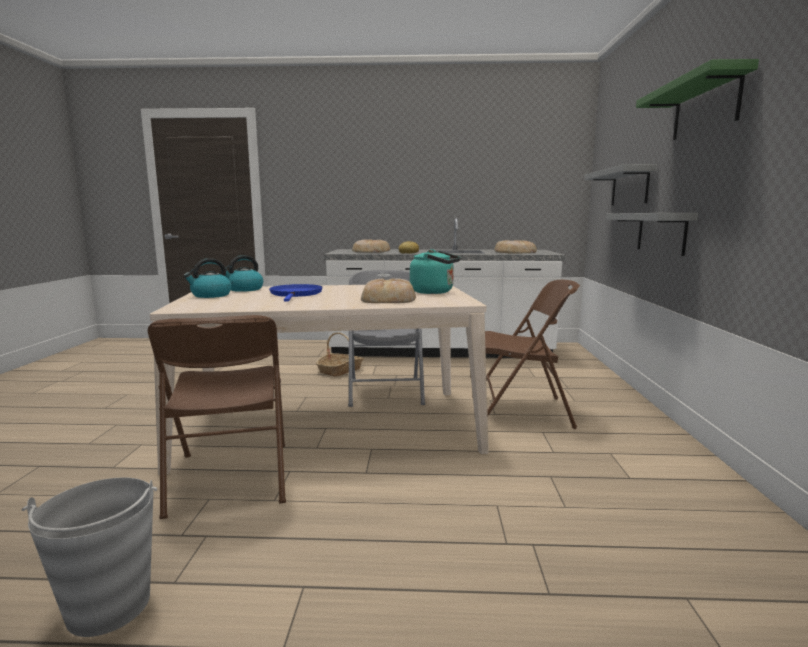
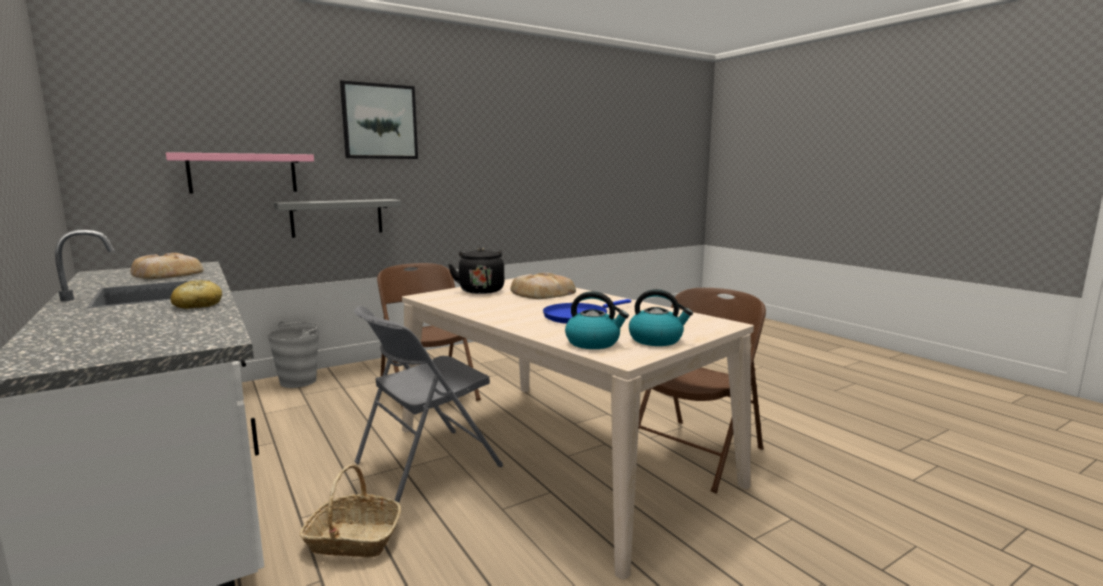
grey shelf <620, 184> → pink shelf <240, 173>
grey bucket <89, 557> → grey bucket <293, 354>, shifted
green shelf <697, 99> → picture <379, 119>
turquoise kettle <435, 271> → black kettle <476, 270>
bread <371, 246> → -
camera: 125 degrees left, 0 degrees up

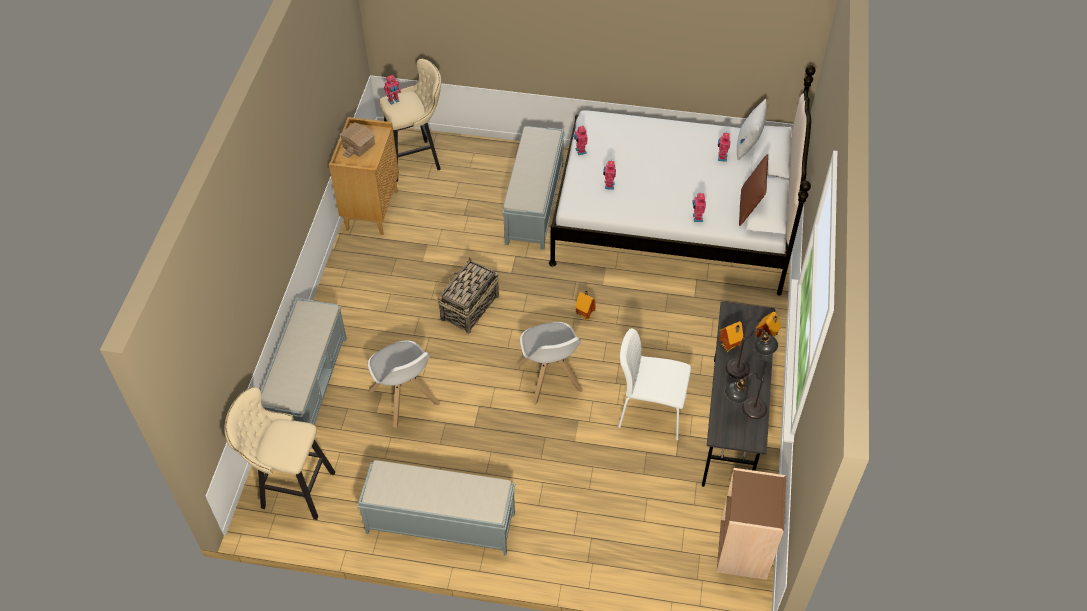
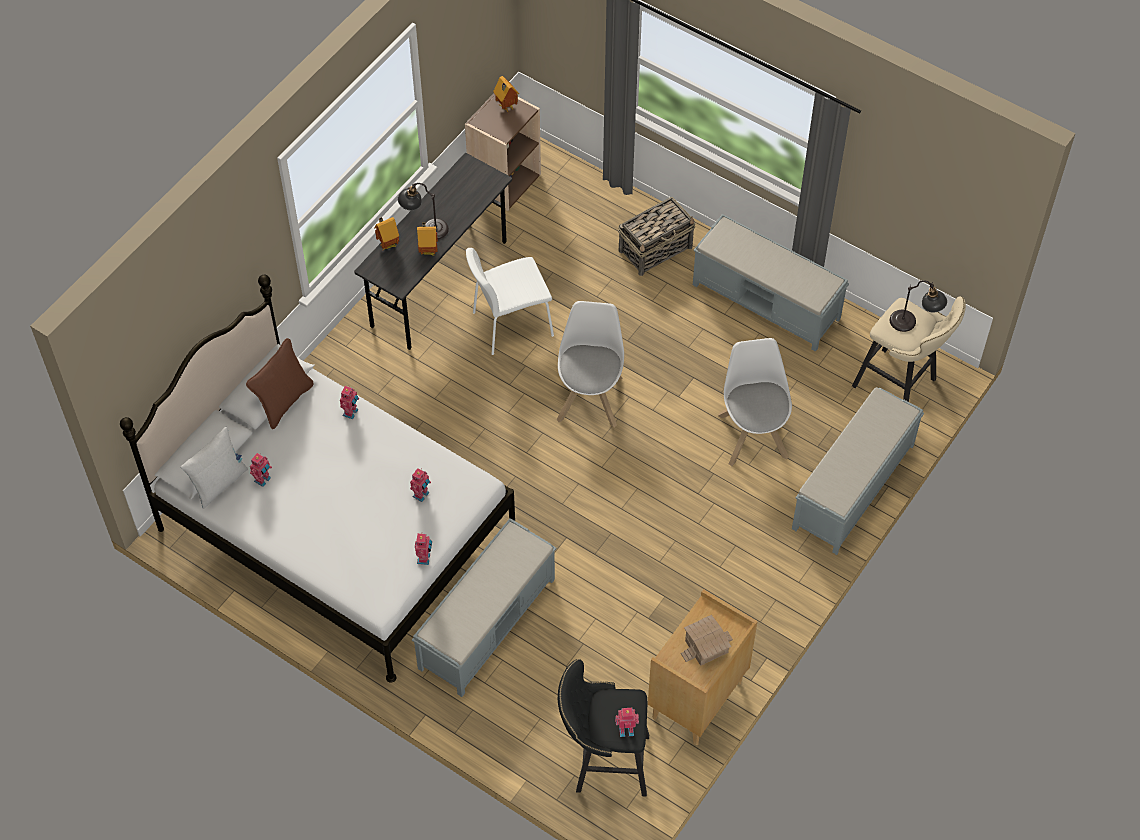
white chair <654, 384> → white chair <510, 301>, 120 degrees clockwise
toy house <586, 305> → toy house <506, 94>, shifted
beige stool <410, 120> → black stool <603, 727>
basket <468, 296> → basket <657, 236>, shifted
grey table lamp <746, 396> → grey table lamp <918, 306>, shifted
camera: 155 degrees left, 5 degrees up

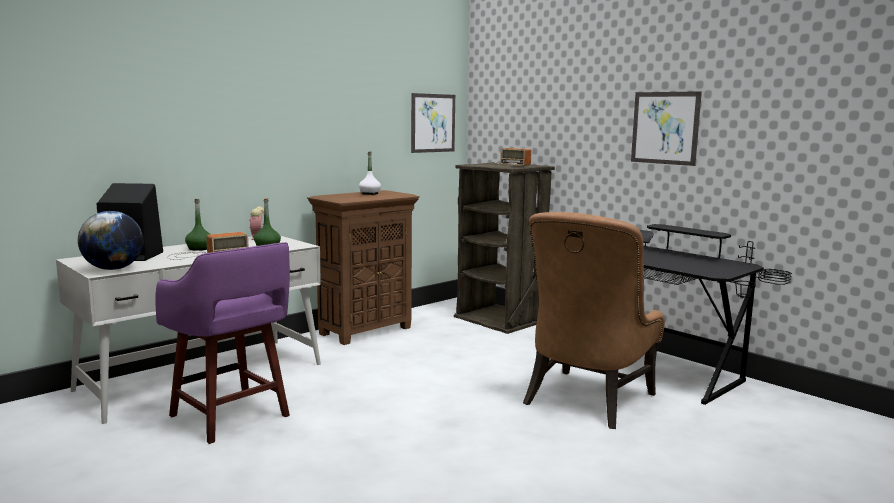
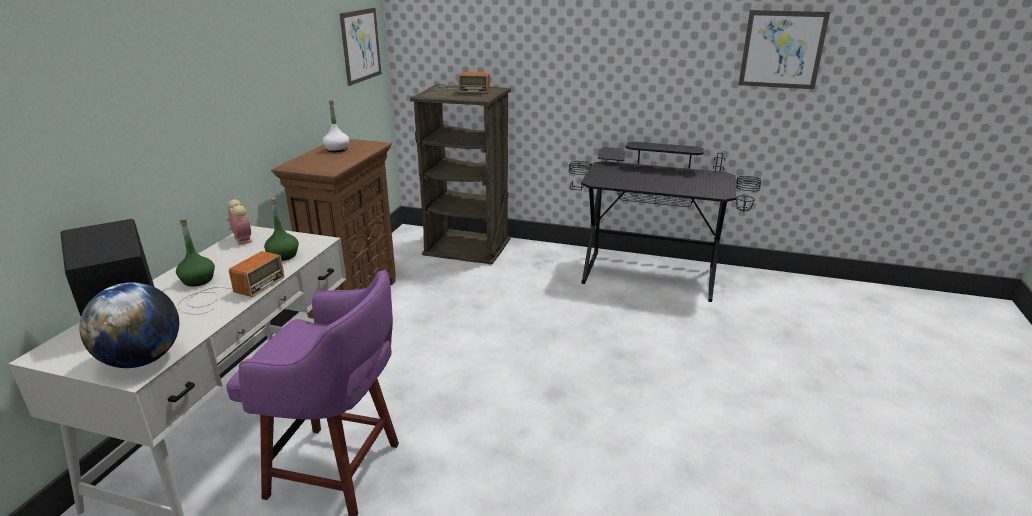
picture <666, 128> → picture <784, 49>, shifted
brown chair <594, 320> → -
camera: 30 degrees left, 15 degrees up

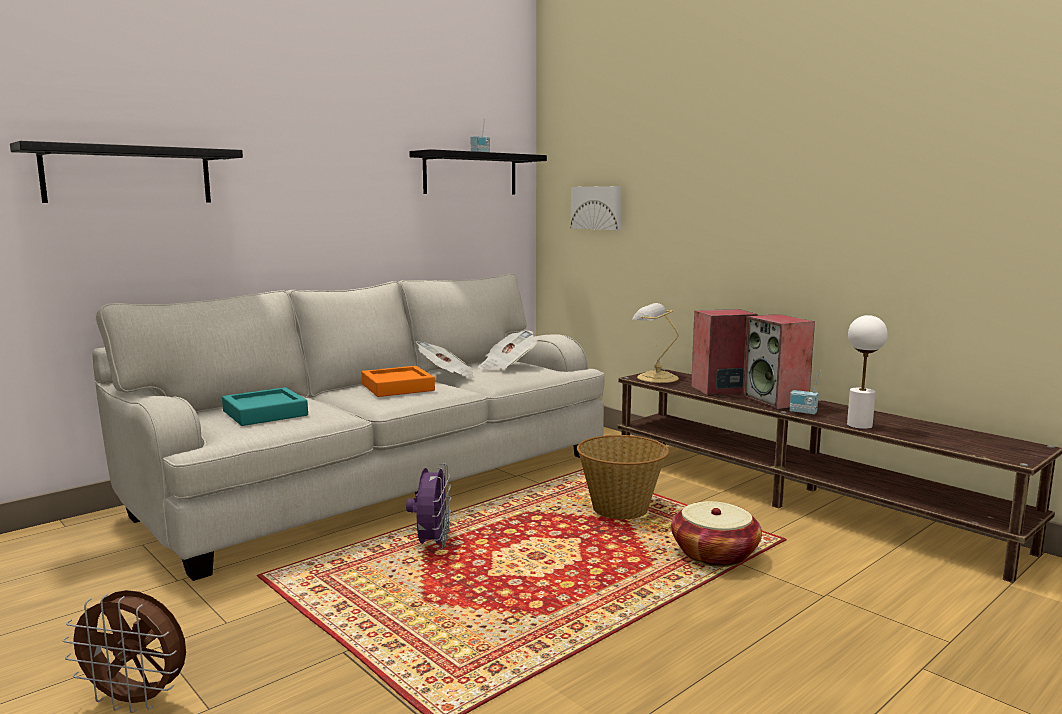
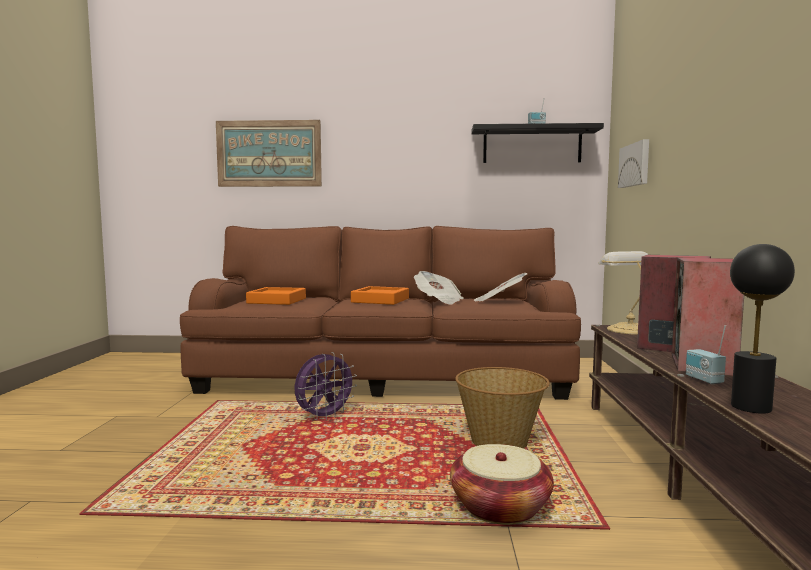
white sofa <348, 427> → brown sofa <380, 313>
black shelf <126, 172> → picture <269, 153>
turquoise tray <265, 406> → orange tray <276, 296>
white table lamp <867, 372> → black table lamp <762, 329>
brown fan <124, 651> → -
camera: 45 degrees right, 5 degrees down

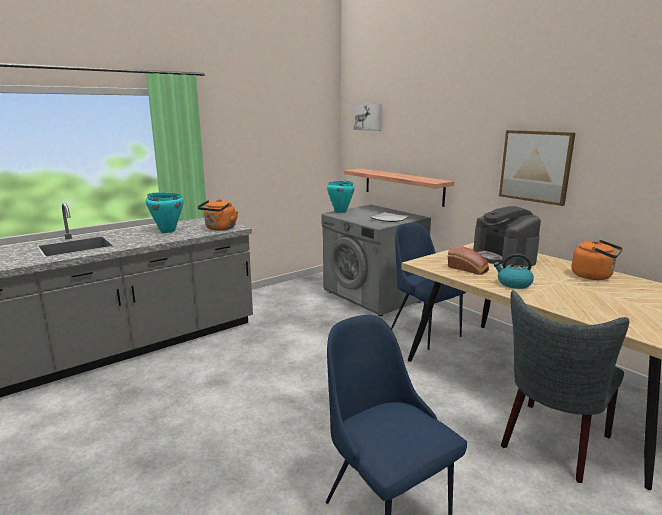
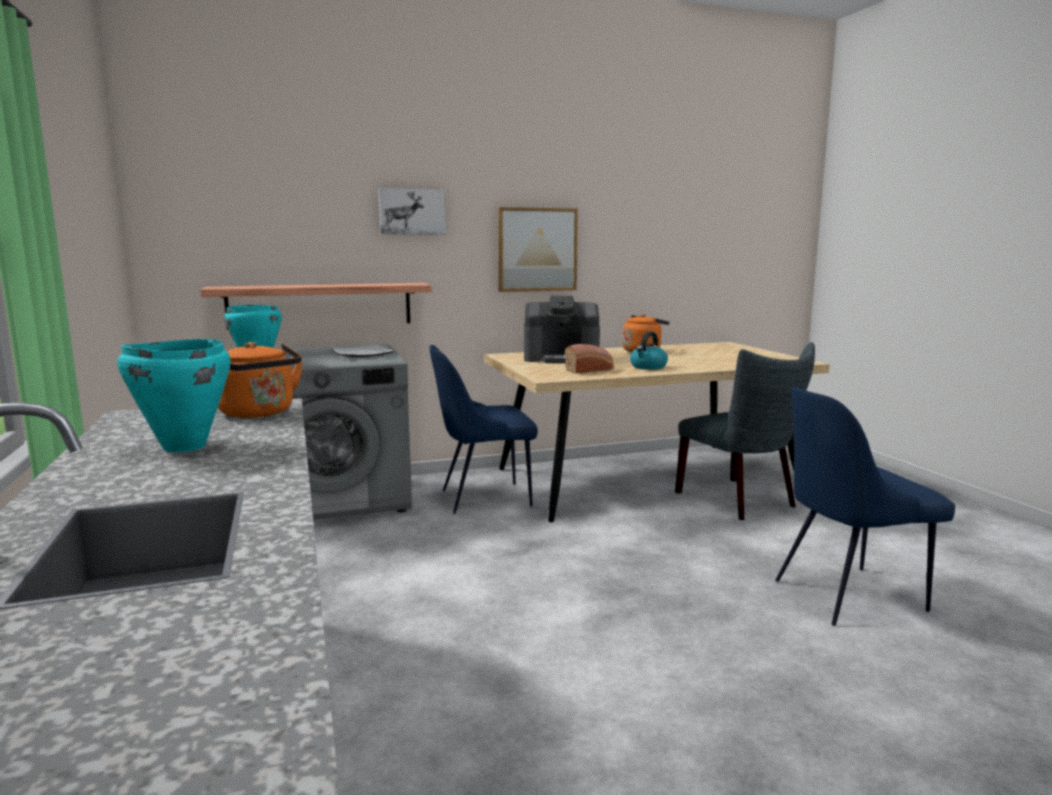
picture <367, 117> → picture <412, 211>, shifted
camera: 70 degrees left, 5 degrees down

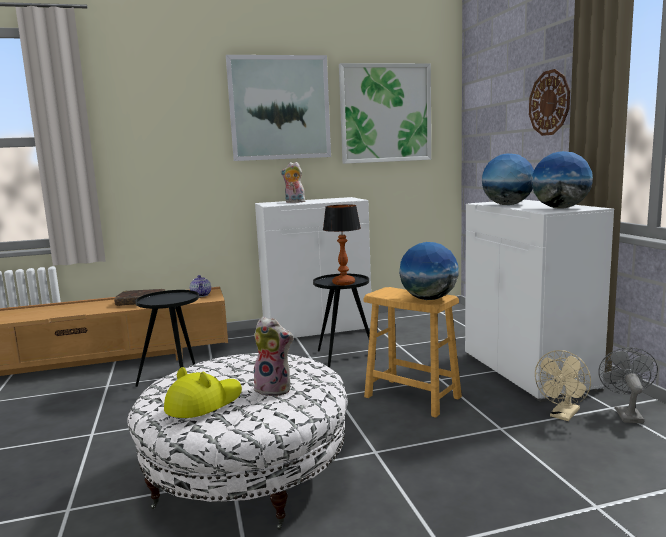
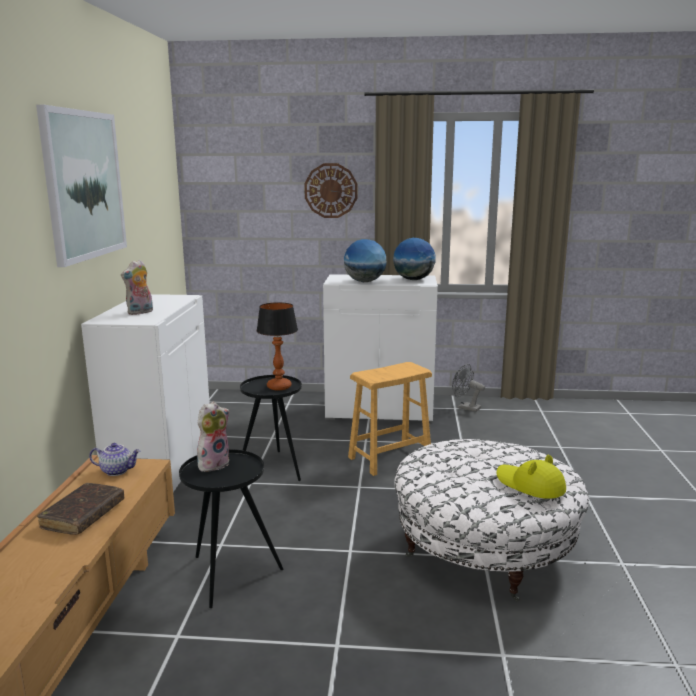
plush toy <272, 356> → plush toy <213, 436>, shifted
picture <385, 113> → -
globe <429, 271> → -
beige fan <563, 385> → -
camera: 70 degrees left, 5 degrees up

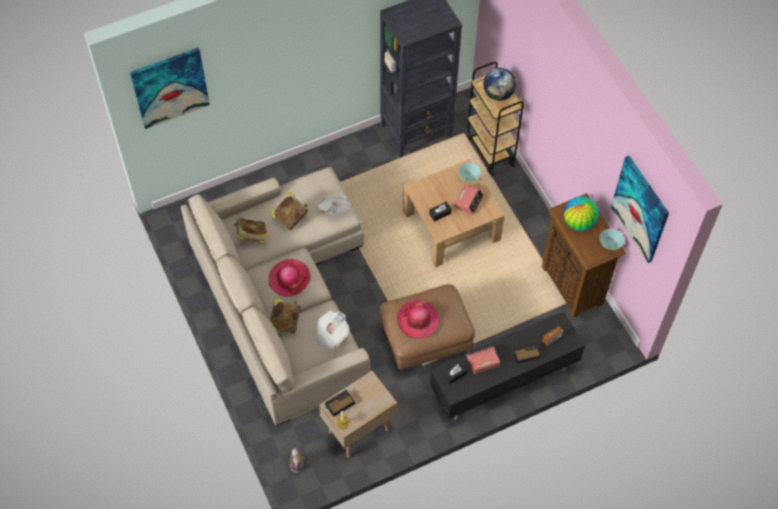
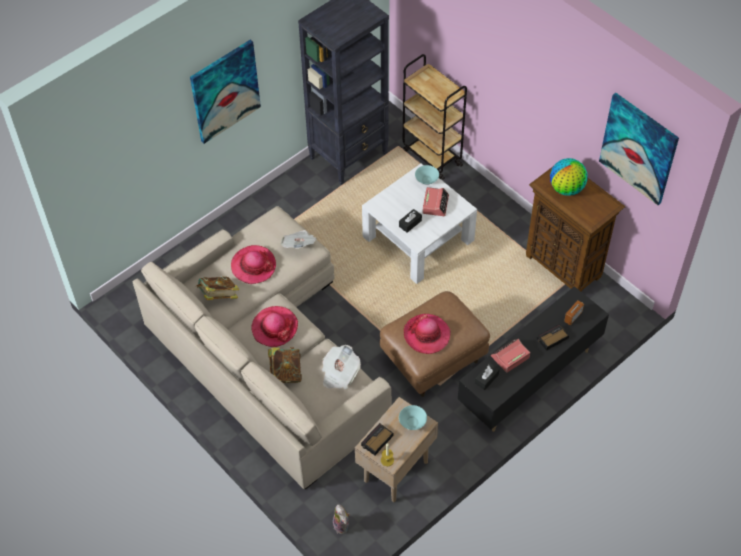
picture <170, 88> → picture <225, 92>, shifted
book <289, 211> → hat <253, 264>
brown coffee table <454, 213> → white coffee table <419, 224>
turquoise bowl <612, 239> → turquoise bowl <413, 417>, shifted
globe <499, 84> → -
camera: 15 degrees left, 5 degrees down

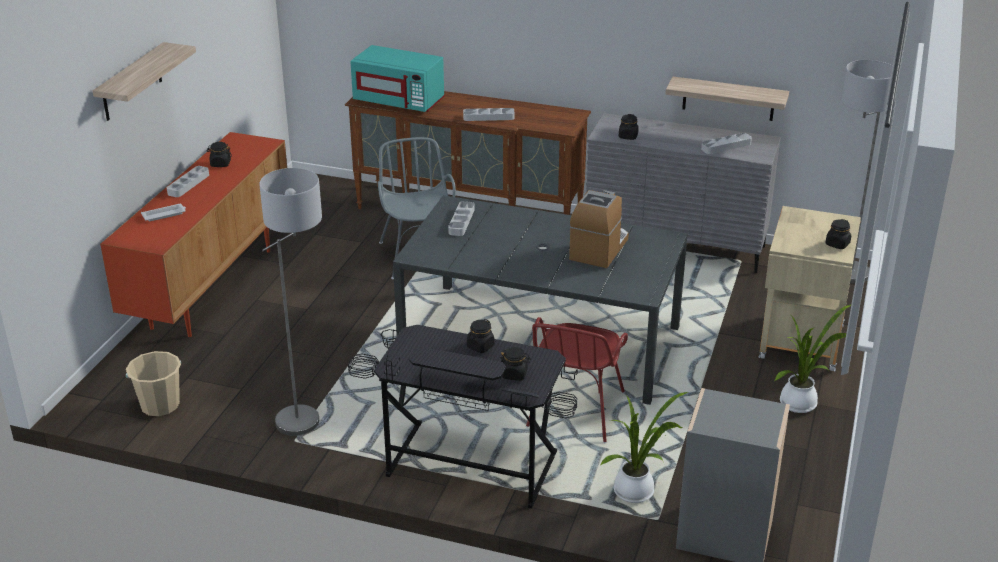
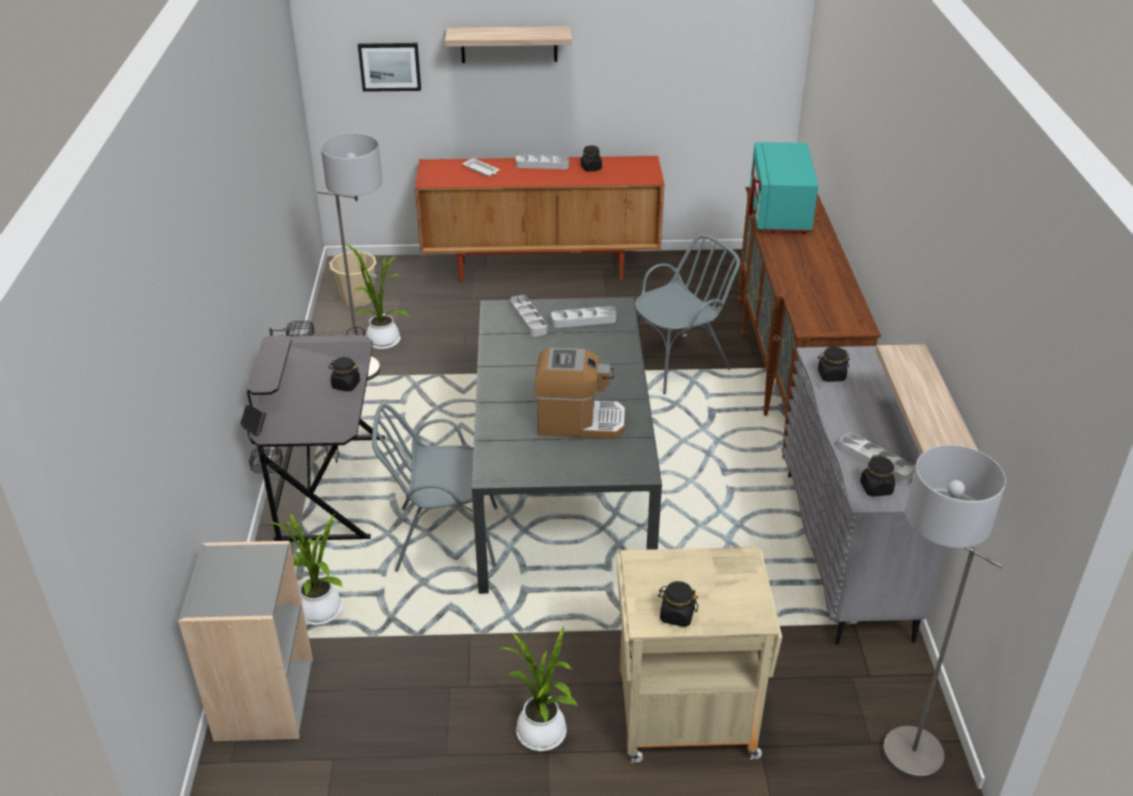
- → potted plant <377, 297>
- → picture <389, 67>
red chair <577, 380> → grey chair <435, 488>
grey tray <489, 114> → grey tray <528, 316>, shifted
black jar <515, 364> → black jar <877, 475>, shifted
camera: 70 degrees right, 5 degrees up

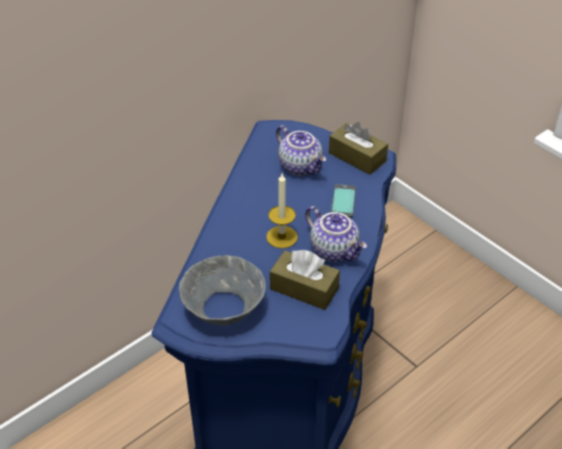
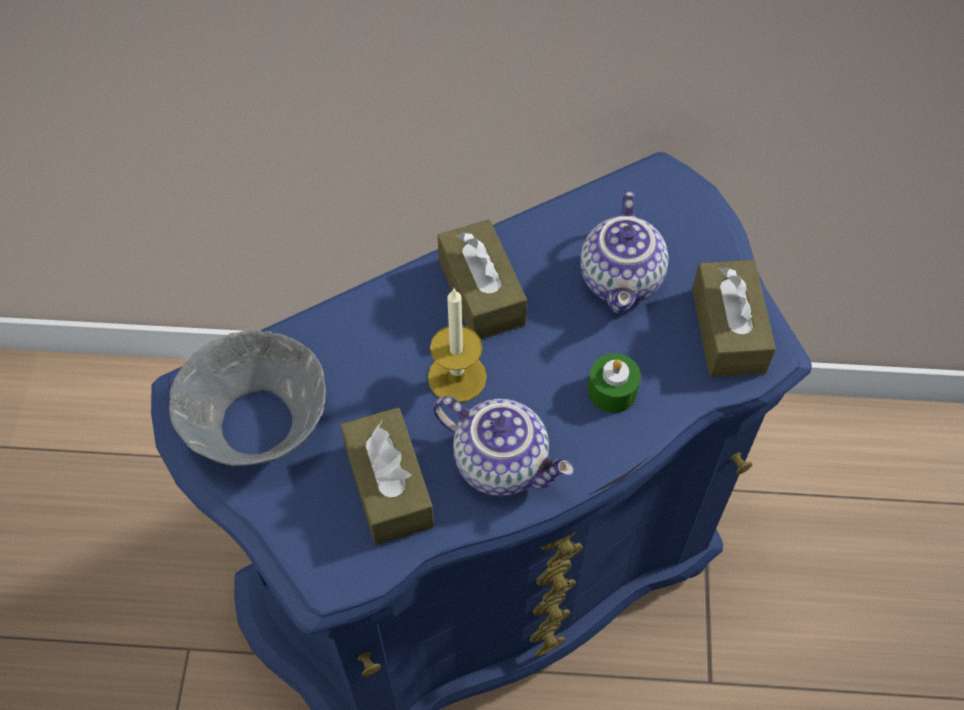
teapot <336, 234> → teapot <503, 446>, 60 degrees counterclockwise
- → brown tissue box <482, 279>
phone <343, 201> → green candle <614, 383>
camera: 45 degrees right, 15 degrees up

